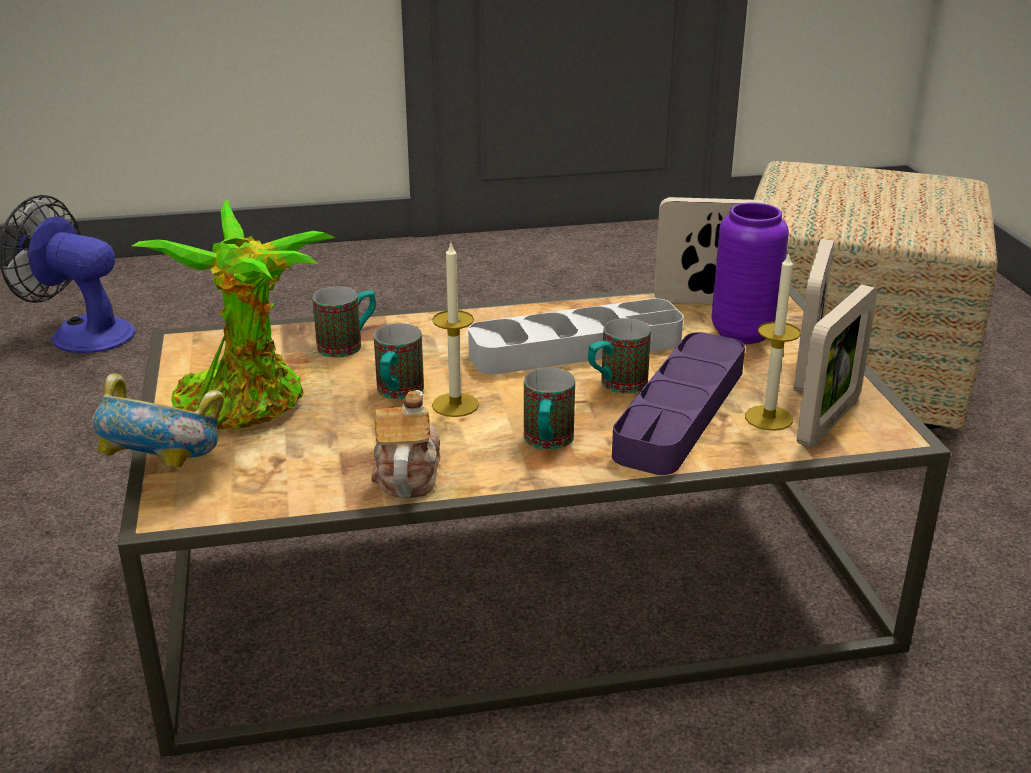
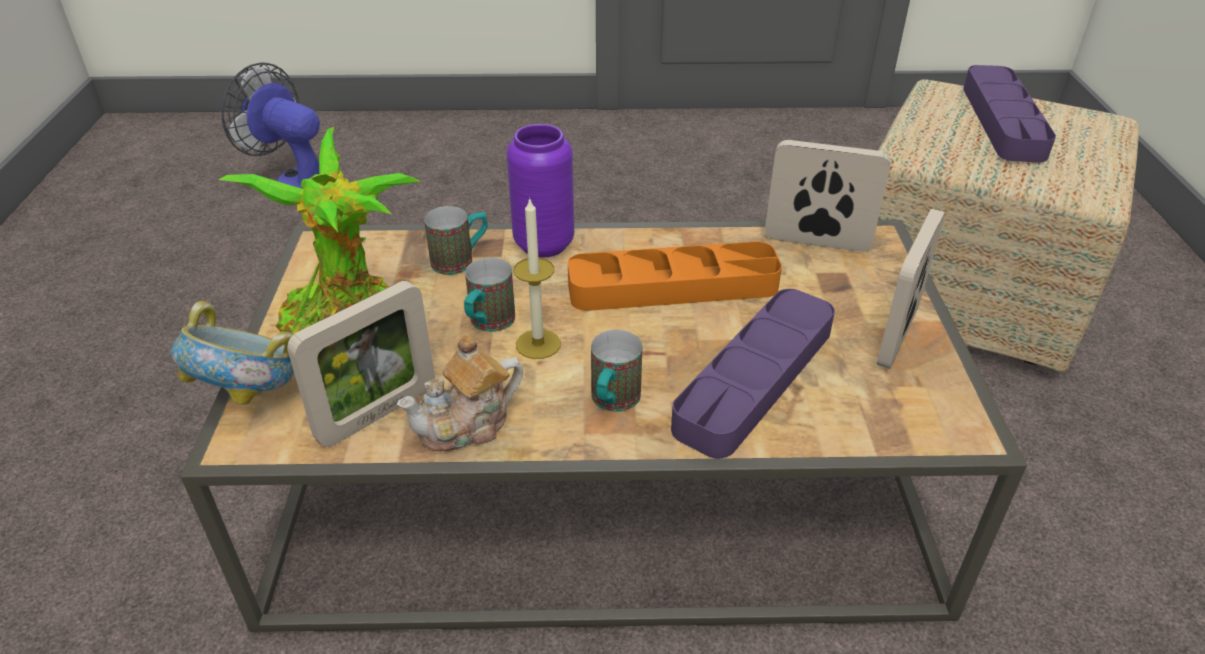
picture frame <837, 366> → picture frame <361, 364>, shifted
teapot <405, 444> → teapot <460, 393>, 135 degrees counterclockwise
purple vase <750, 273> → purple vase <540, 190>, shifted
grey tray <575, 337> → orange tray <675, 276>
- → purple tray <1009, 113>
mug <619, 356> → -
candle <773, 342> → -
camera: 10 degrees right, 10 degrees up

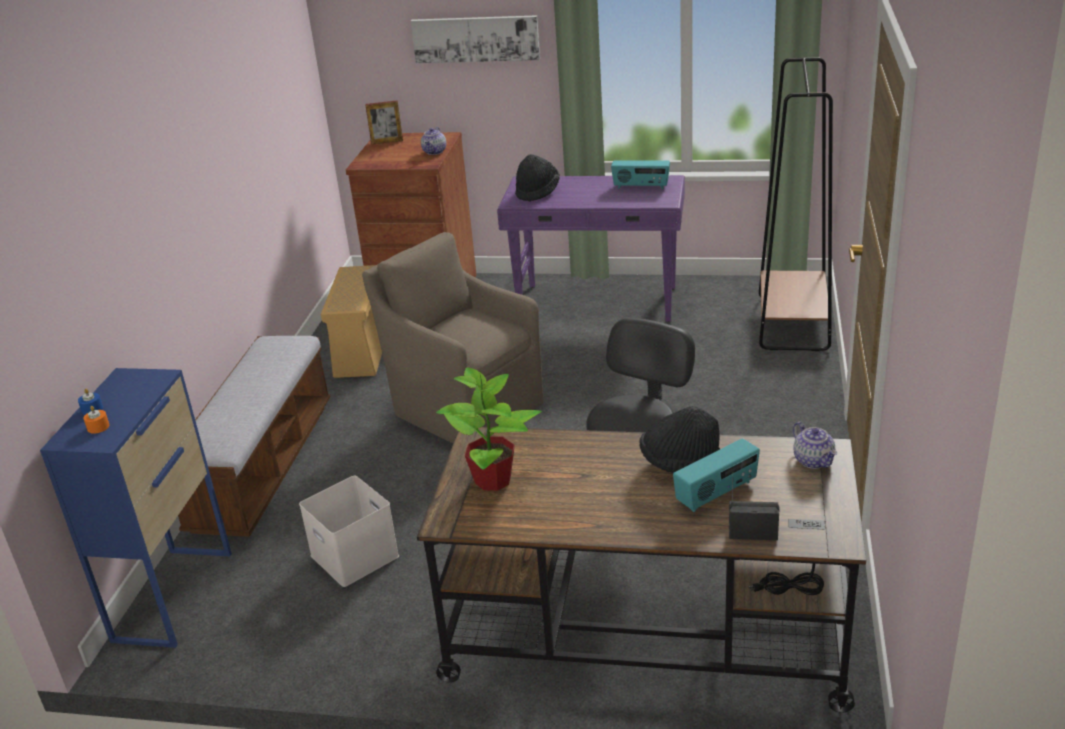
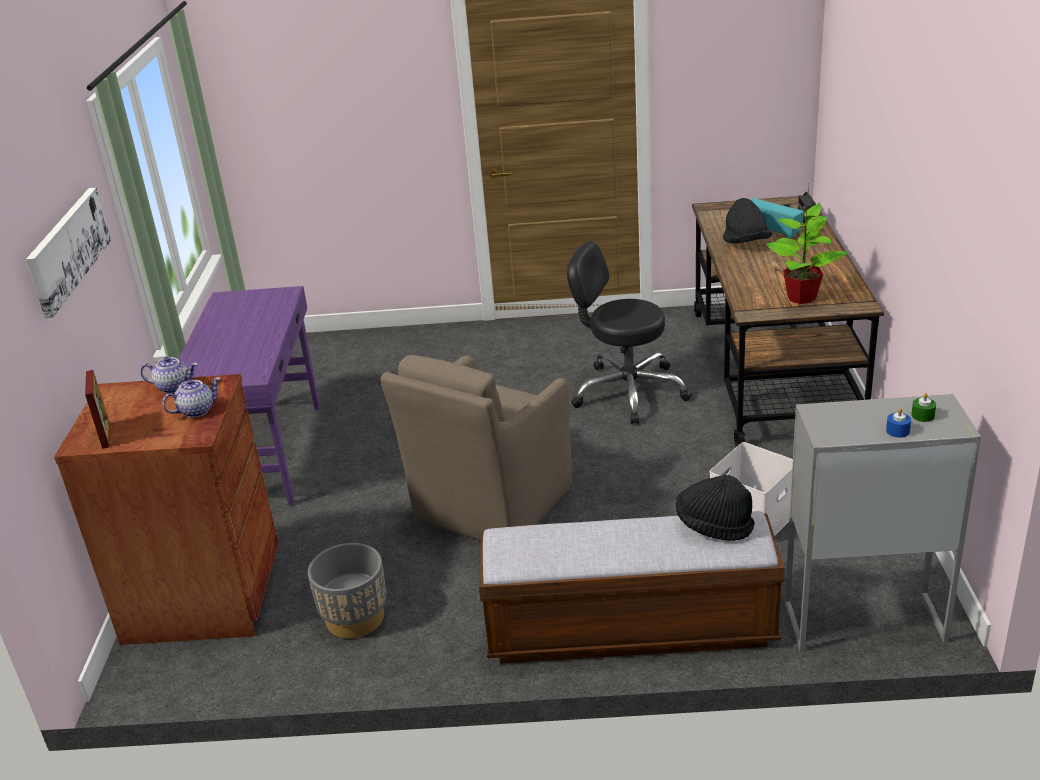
teapot <815, 445> → teapot <191, 397>, shifted
beige storage box <351, 321> → grey planter <347, 591>
black hat <537, 178> → black hat <715, 508>, shifted
blue cabinet <136, 508> → grey cabinet <883, 523>
orange candle <96, 420> → green candle <923, 407>
radio <640, 174> → -
clothes rack <796, 204> → -
camera: 100 degrees left, 0 degrees up

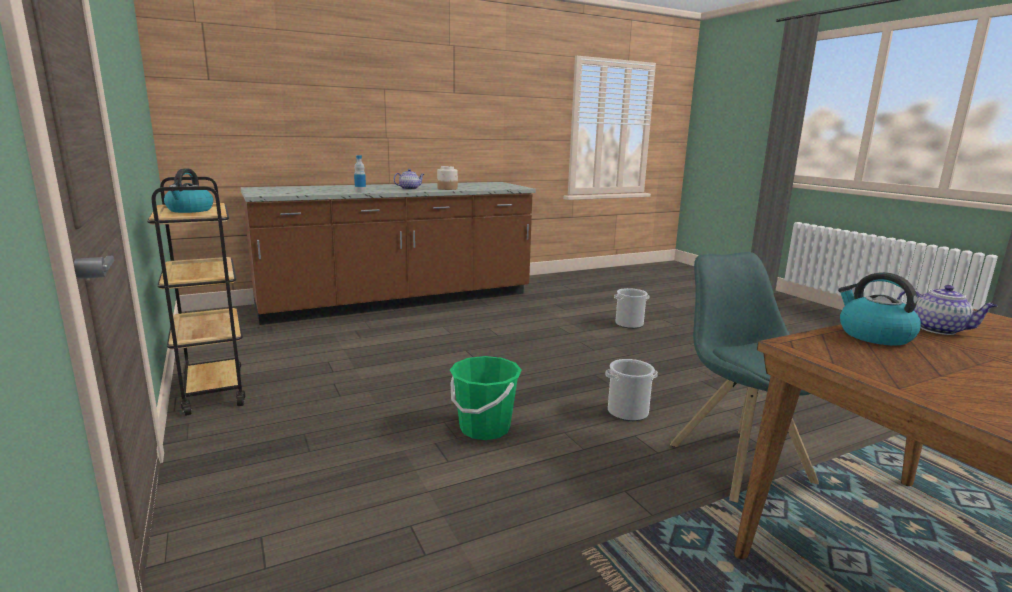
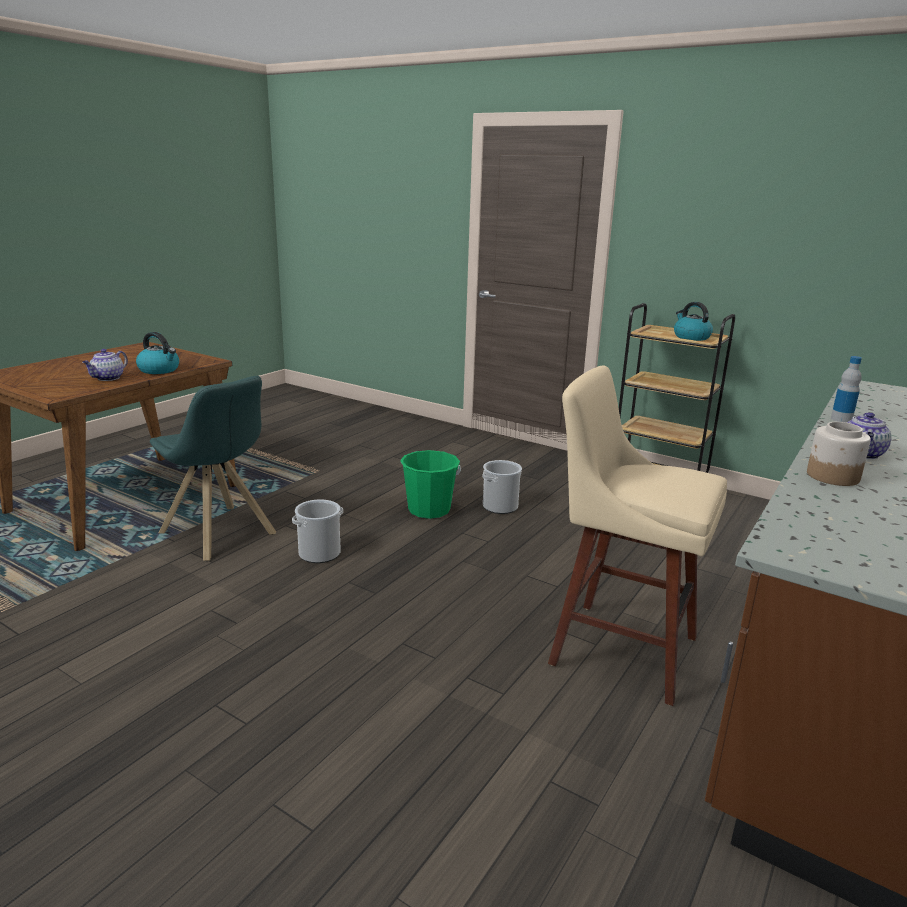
teapot <947, 310> → teapot <105, 365>, 75 degrees counterclockwise
bucket <631, 308> → bucket <502, 487>, shifted
- → beige stool <637, 535>
camera: 150 degrees right, 5 degrees up

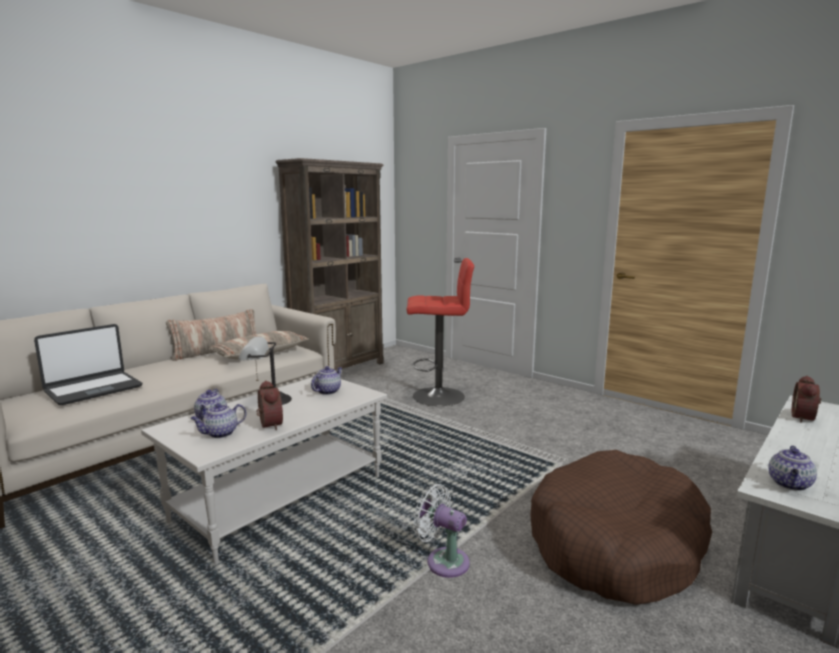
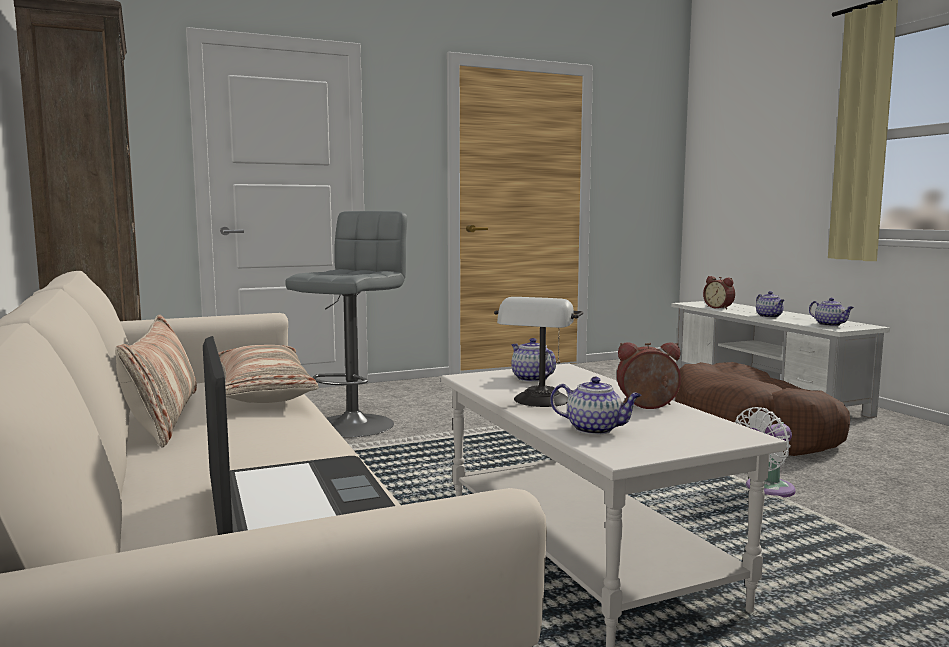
red stool <440, 332> → grey stool <346, 324>
teapot <218, 420> → teapot <770, 304>, shifted
camera: 65 degrees left, 5 degrees down

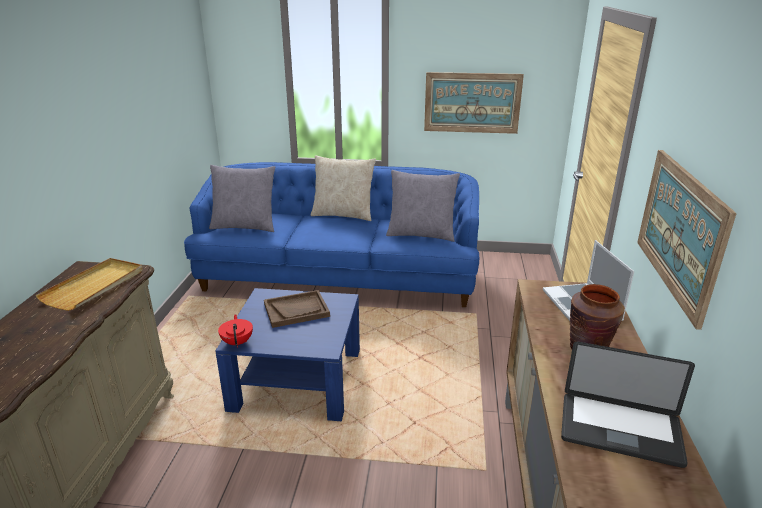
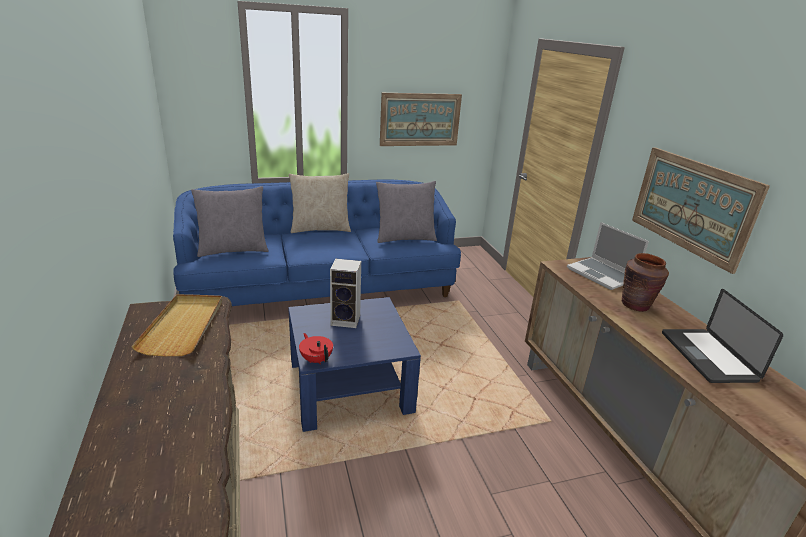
brown tray <297, 309> → speaker <345, 293>
laptop <628, 405> → laptop <722, 336>, 90 degrees clockwise
camera: 25 degrees left, 0 degrees up

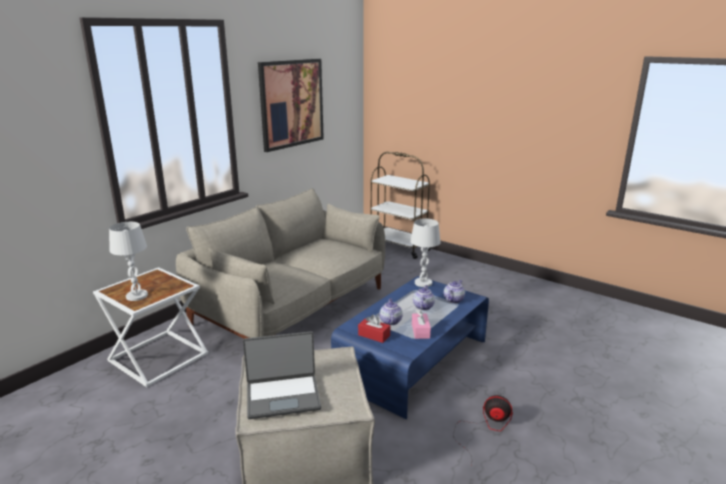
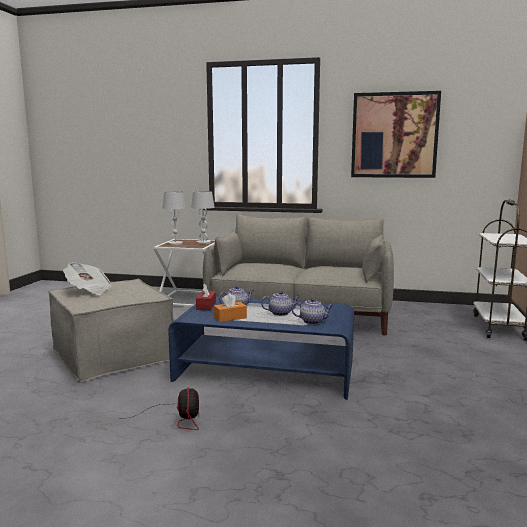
laptop <282, 375> → newspaper <88, 279>
white table lamp <425, 253> → white table lamp <203, 217>, shifted
pink tissue box <421, 324> → orange tissue box <230, 307>
camera: 65 degrees right, 10 degrees down

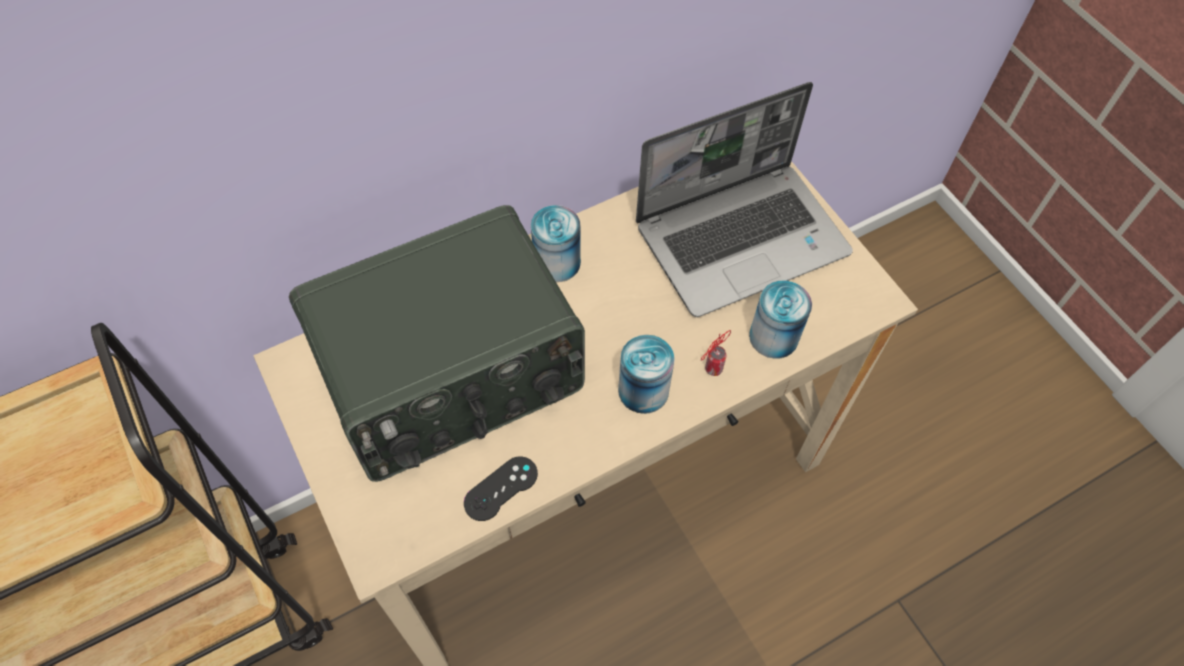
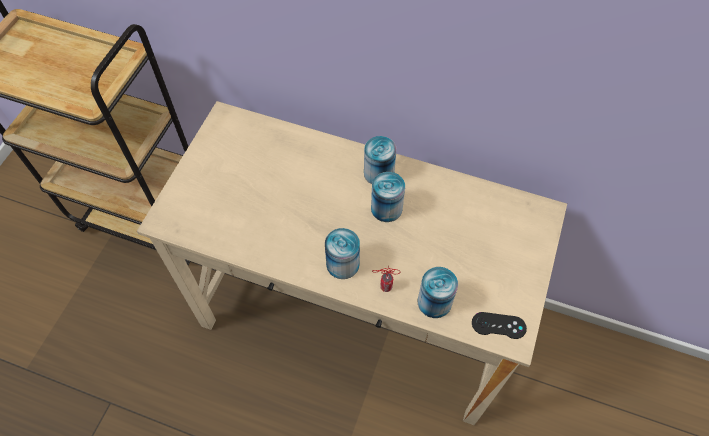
- → can <388, 197>
black game controller <501, 488> → black game controller <499, 325>, shifted
radio <437, 343> → -
laptop <744, 199> → -
camera: 50 degrees right, 0 degrees up

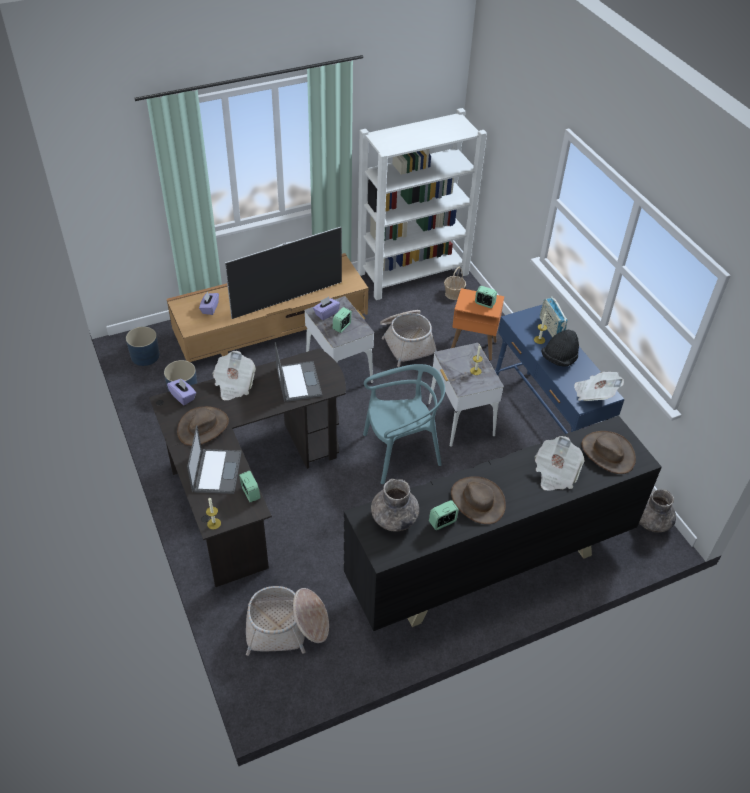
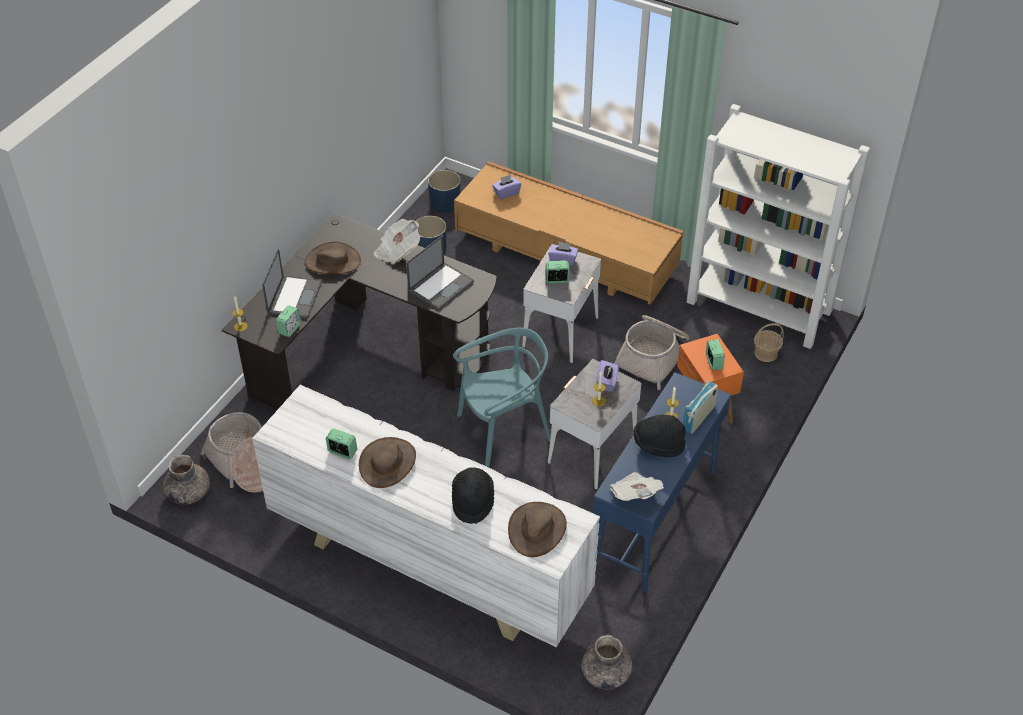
grey vase <395, 505> → grey vase <186, 480>, shifted
black cabinet <503, 523> → white cabinet <426, 516>
laptop <214, 459> → laptop <292, 283>, 45 degrees counterclockwise
newspaper <559, 463> → black hat <473, 495>
turquoise chair <404, 424> → turquoise chair <502, 397>, 60 degrees counterclockwise
purple tissue box <181, 391> → purple tissue box <608, 376>, shifted
television <283, 273> → -
camera: 55 degrees right, 0 degrees up

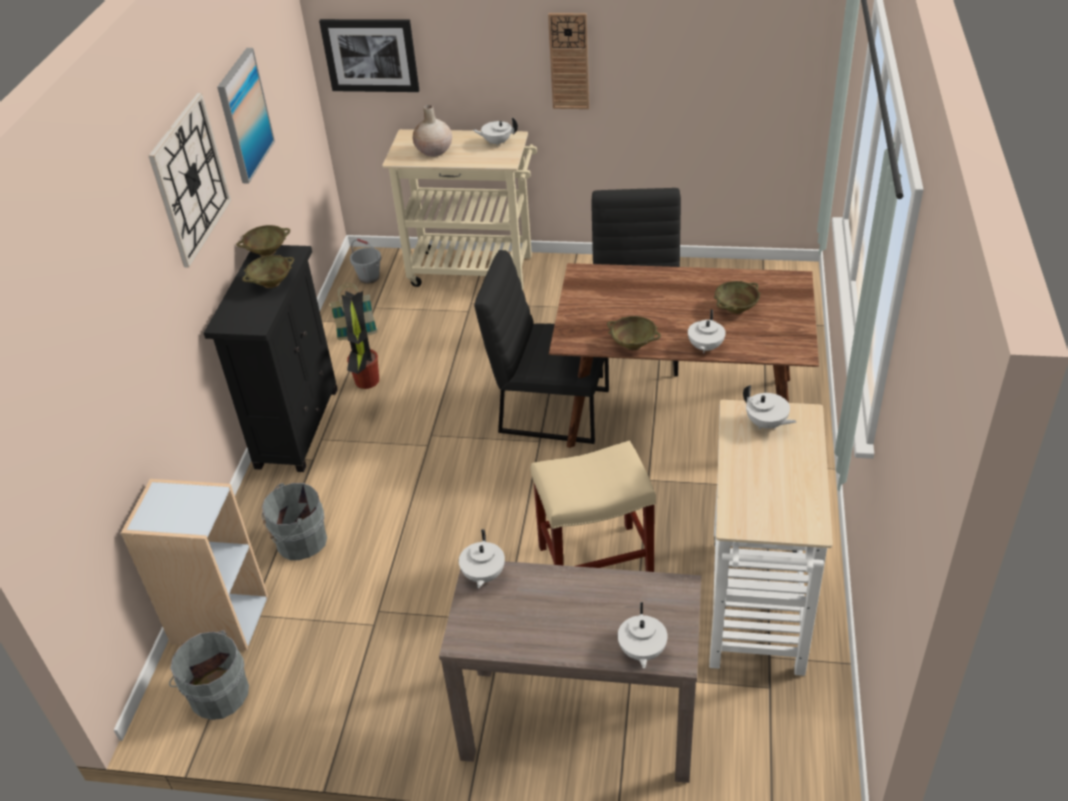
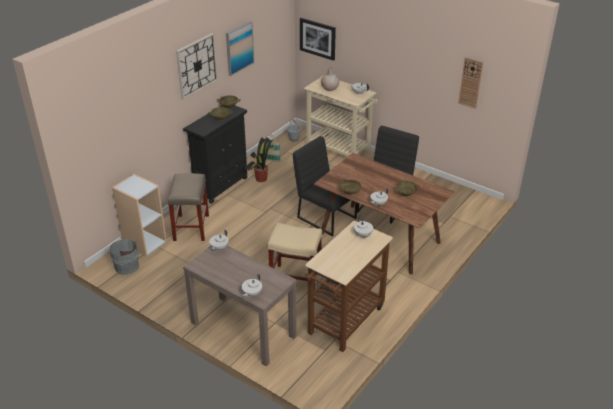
grey bucket <294, 521> → beige stool <188, 207>
white cart <771, 538> → brown cart <349, 286>
wall clock <568, 61> → wall clock <470, 83>, shifted
camera: 25 degrees right, 5 degrees down

